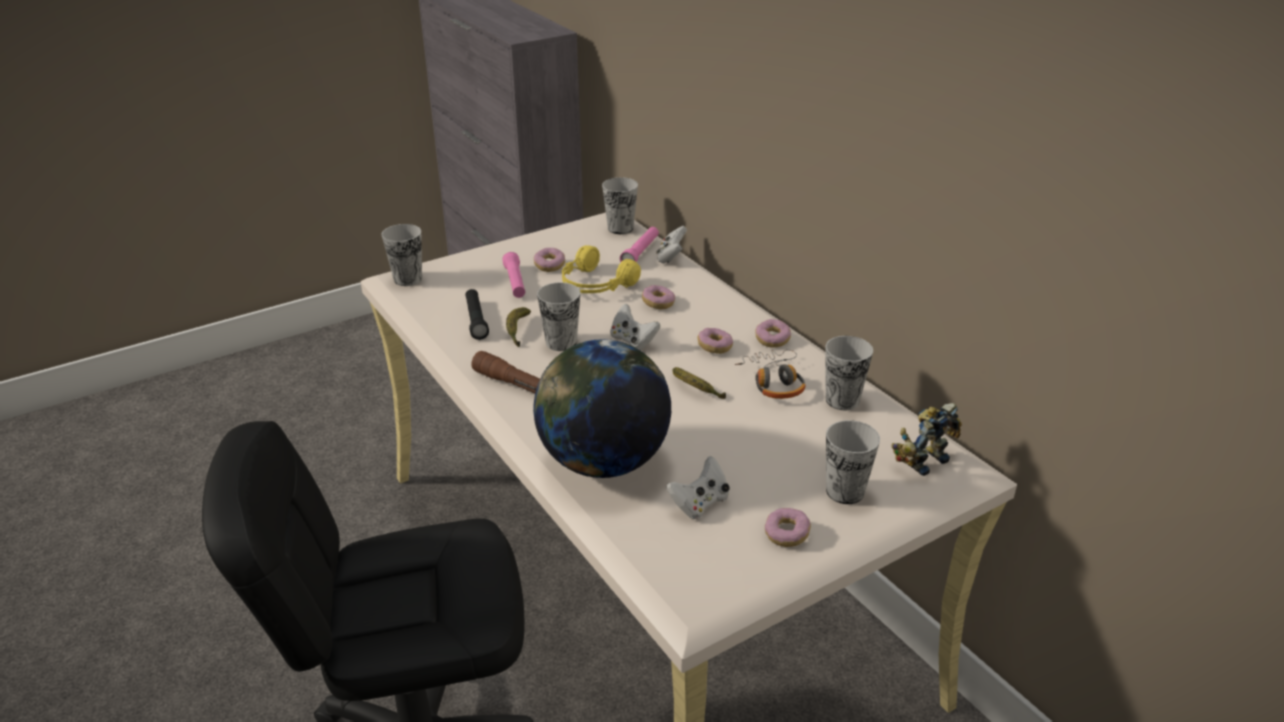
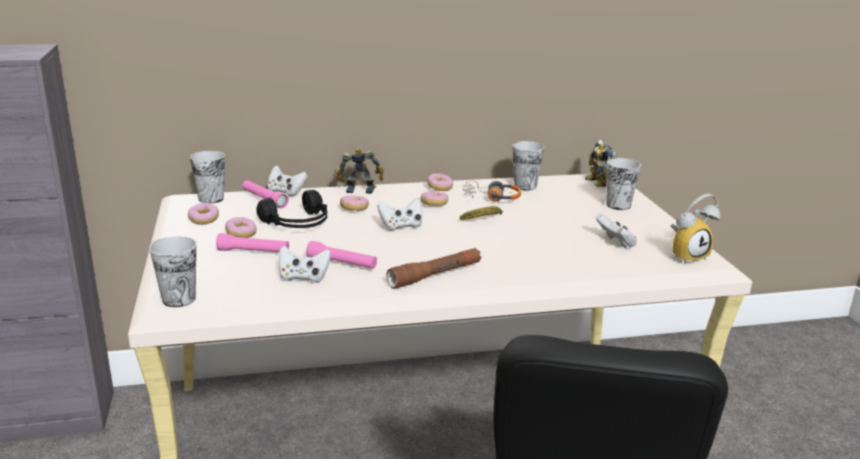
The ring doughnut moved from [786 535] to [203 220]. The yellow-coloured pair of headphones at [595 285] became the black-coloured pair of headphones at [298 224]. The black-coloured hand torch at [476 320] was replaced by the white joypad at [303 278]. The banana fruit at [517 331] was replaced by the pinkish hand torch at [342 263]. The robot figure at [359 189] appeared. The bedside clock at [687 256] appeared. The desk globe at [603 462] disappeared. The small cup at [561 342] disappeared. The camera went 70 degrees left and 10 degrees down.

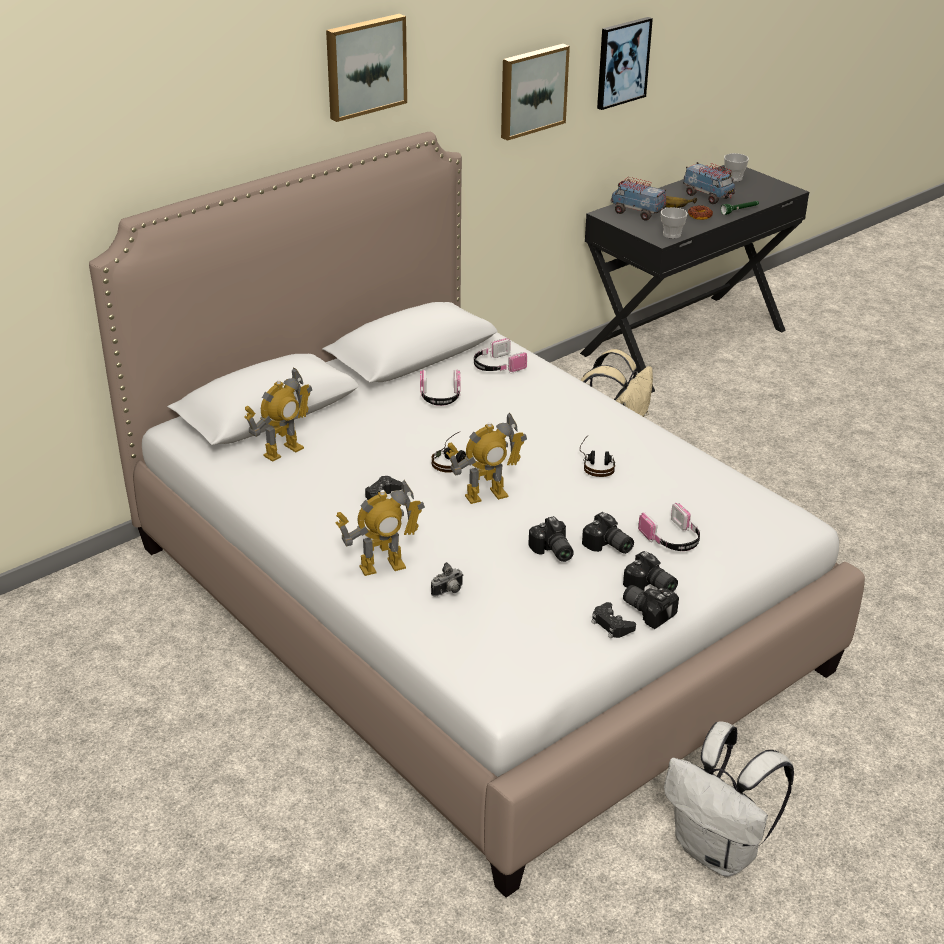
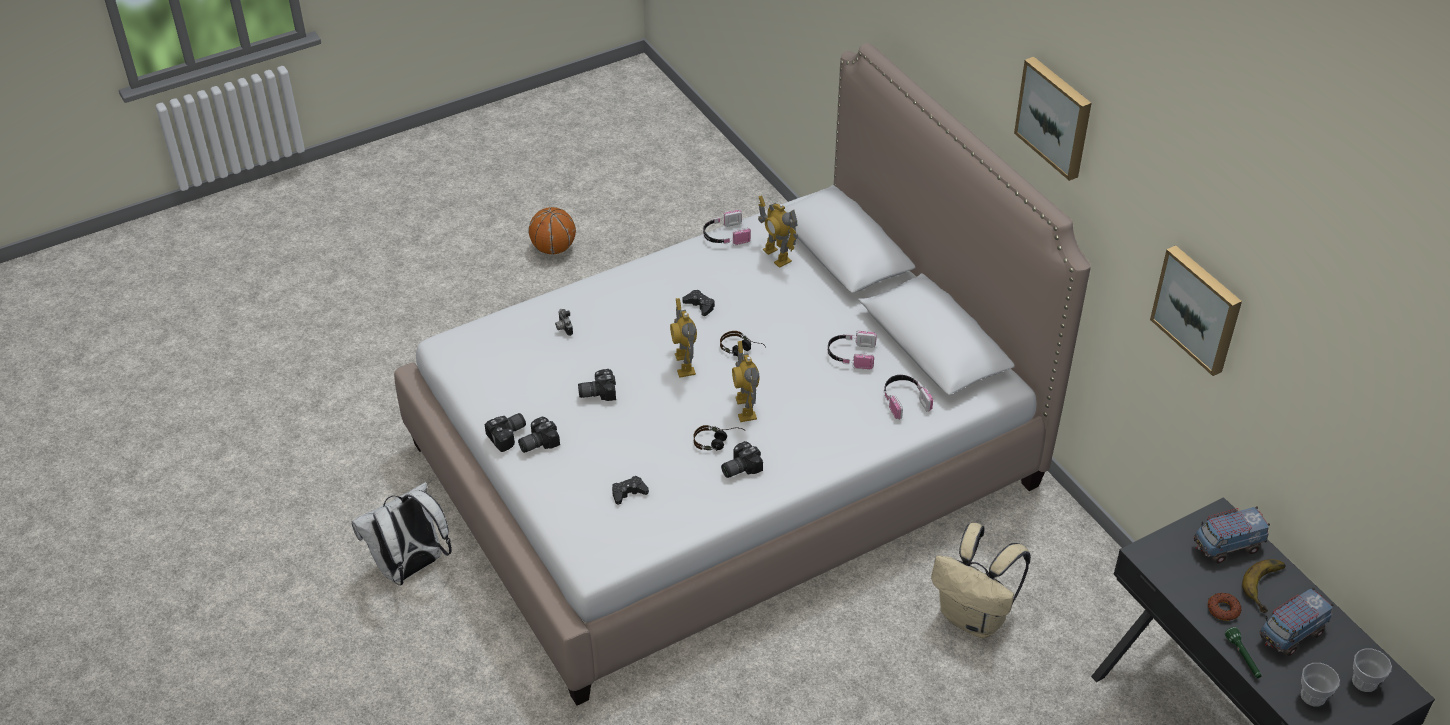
The basketball at [553 248] appeared. The black-coloured joypad moved from [611 625] to [628 493]. The pair of headphones moved from [672 539] to [725 236]. The photo camera moved from [608 546] to [739 467]. The robot figure moved from [382 566] to [745 408]. The model truck at [637 213] turned 150 degrees counterclockwise. The small cup moved from [671 234] to [1313 696]. The wall art at [622 62] disappeared. The camera went 100 degrees right and 10 degrees up.

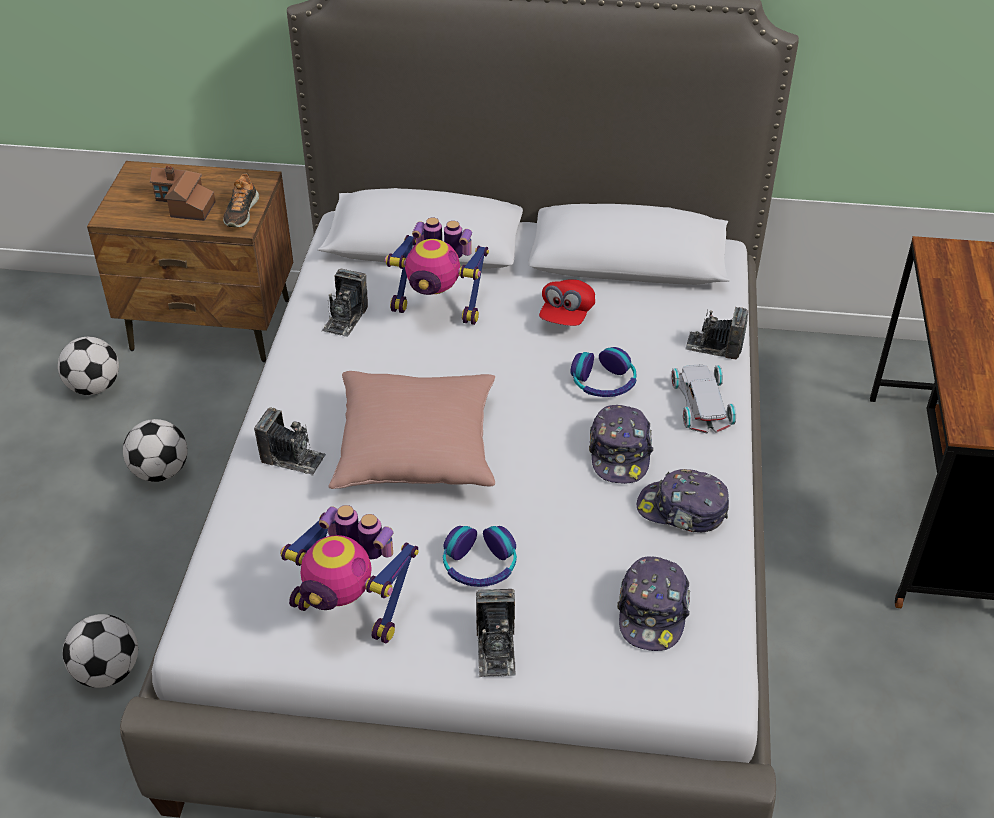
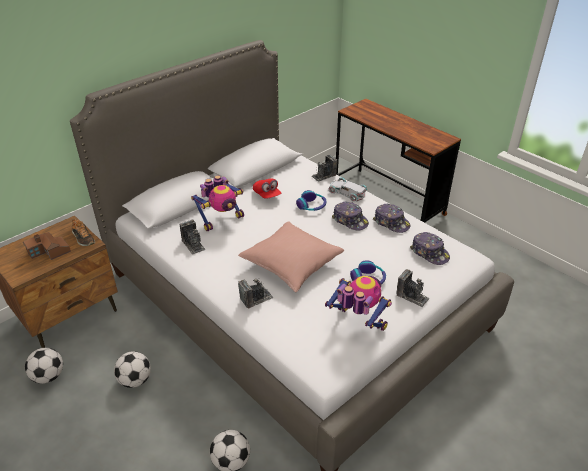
The robot figure at [351 609] turned 120 degrees counterclockwise. The peaked cap at [682 510] turned 105 degrees counterclockwise. The camera went 50 degrees left and 5 degrees down.

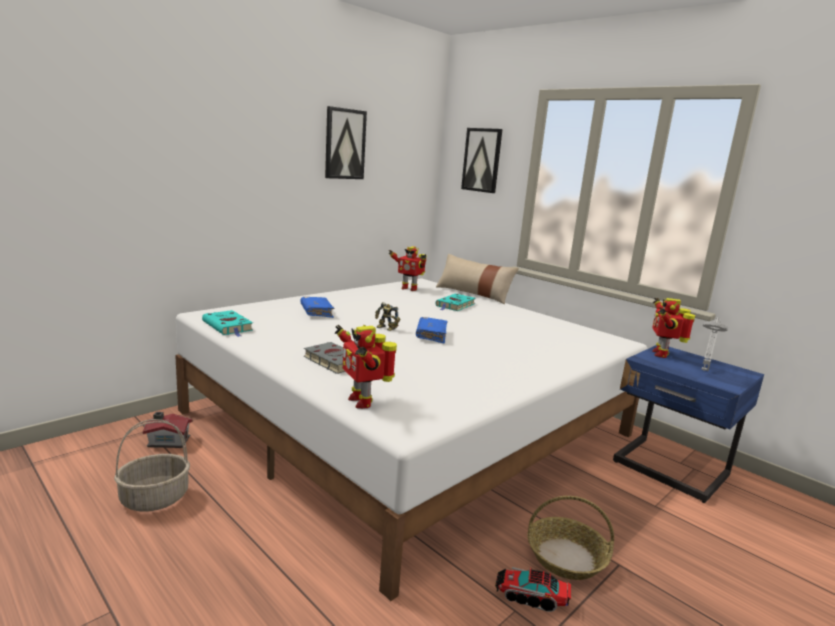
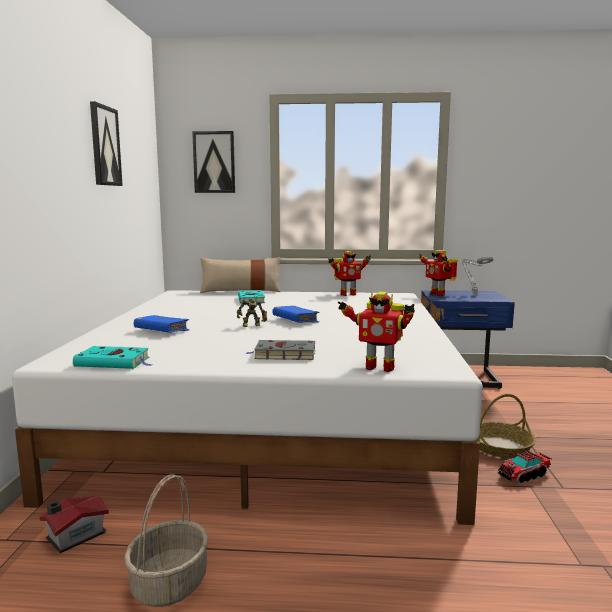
The robot figure moved from [409 288] to [347 294]. The camera went 40 degrees left and 5 degrees down.

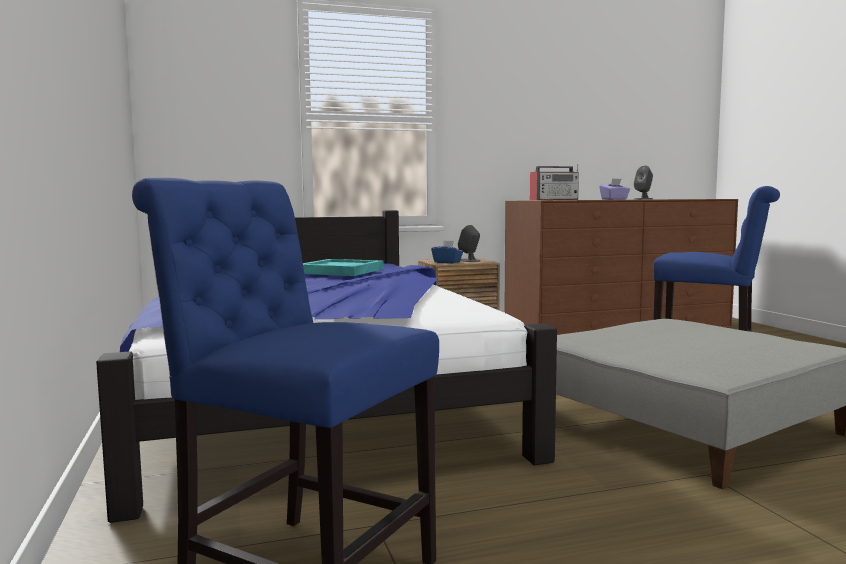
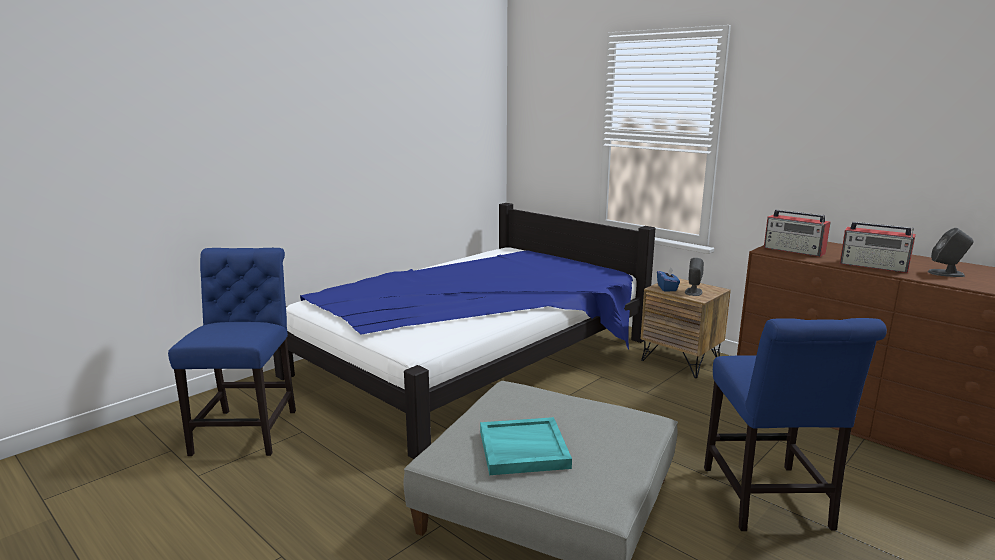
The turquoise-coloured carrying tray moved from [341 271] to [522 449]. The purplish tissue holder at [614 199] was replaced by the radio set at [874 266]. The camera went 60 degrees right and 10 degrees up.

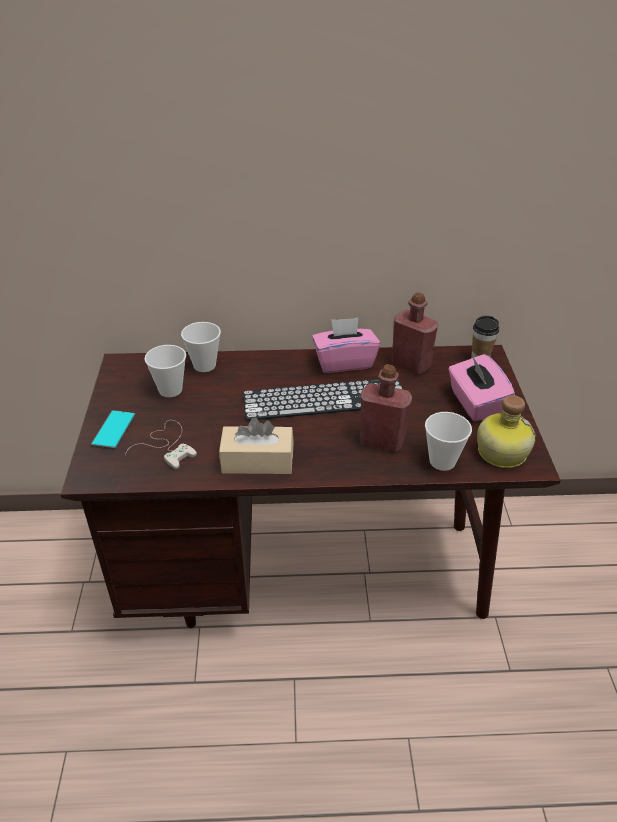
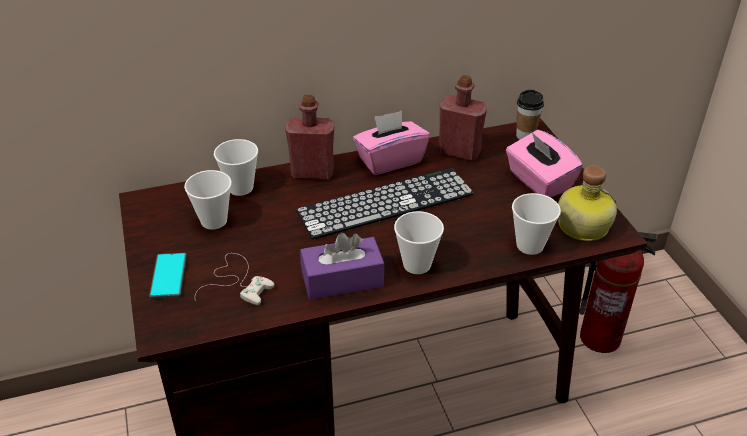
The reddish bottle moved from [382 441] to [312 173]. The beige tissue holder at [257 461] became the purplish tissue holder at [342 280]. The small cup at [417 264] appeared. The extinguisher at [600 337] appeared. The camera went 15 degrees left and 0 degrees up.

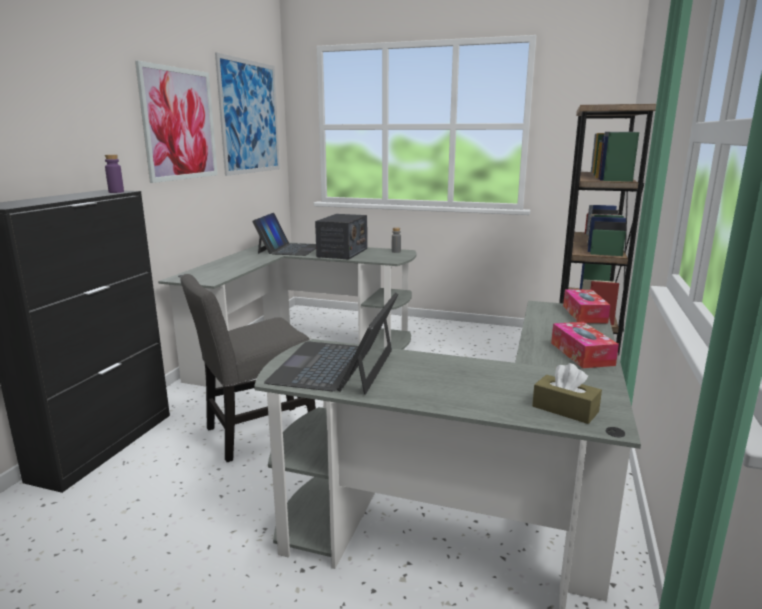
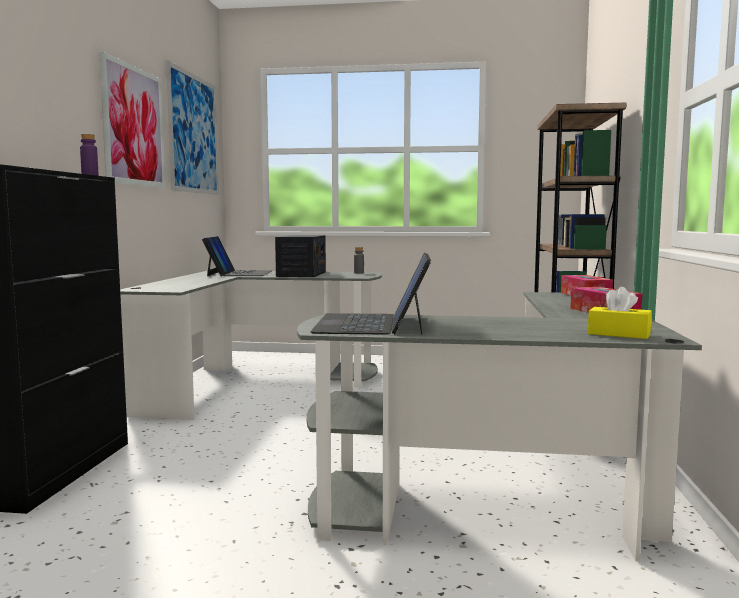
The brownish tissue holder at [565 409] became the yellow-coloured tissue holder at [619 334]. The gray upright chair at [255 433] disappeared. The camera went 10 degrees left and 10 degrees down.

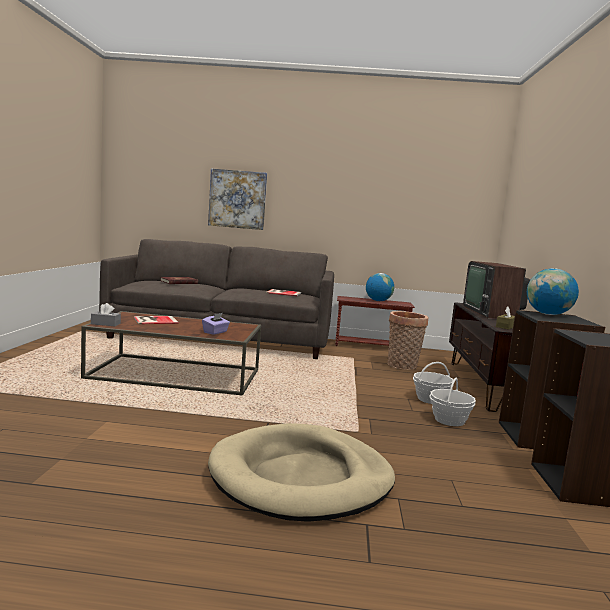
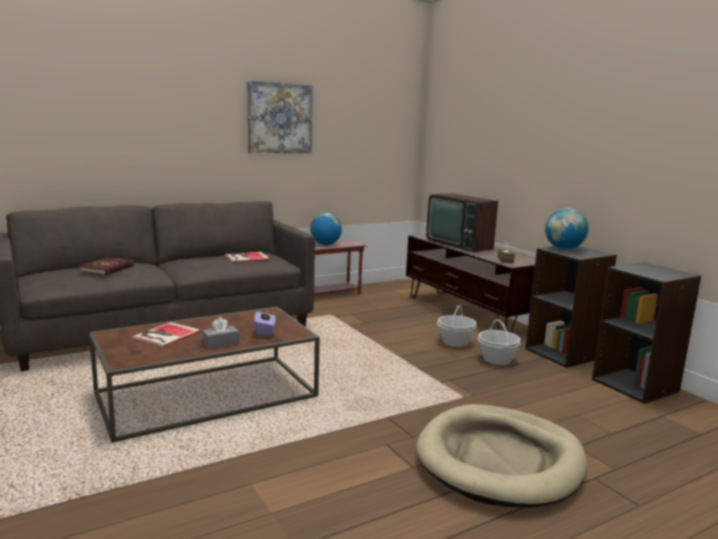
The gray tissue holder moved from [105 324] to [221 343]. The wall art moved from [237 199] to [279 118]. The basket at [403 366] disappeared. The camera went 35 degrees left and 5 degrees up.

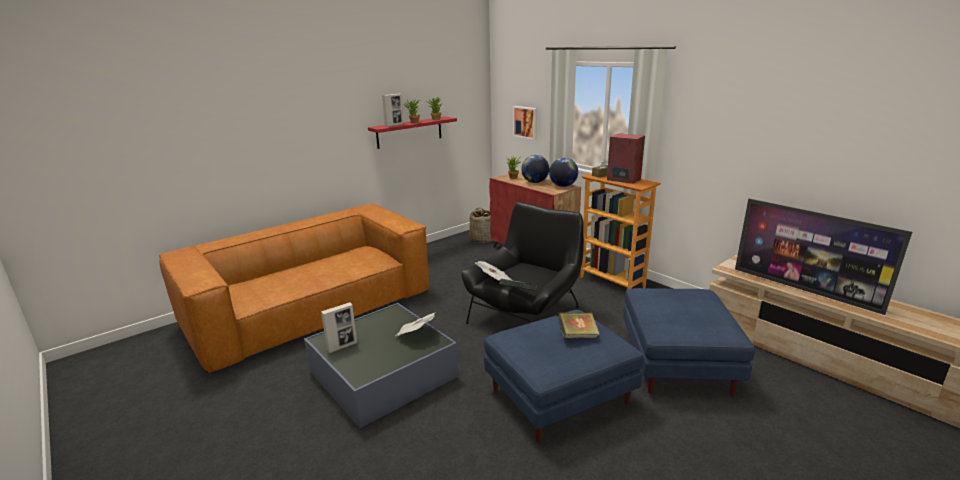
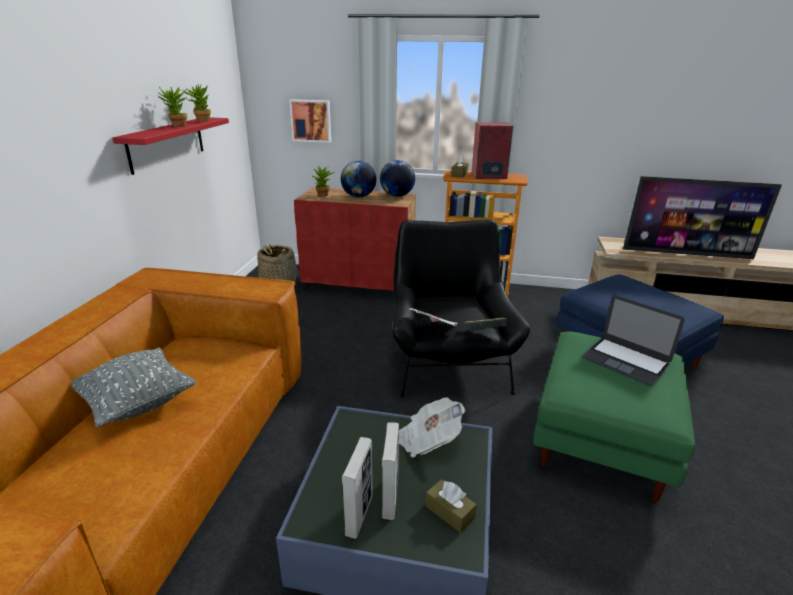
The gray pillow at [138 403] appeared. The photo frame moved from [394 125] to [390 498]. The brownish tissue holder at [449 512] appeared. The blue ottoman at [558 397] became the greenish ottoman at [602 439]. The bound book at [577 336] was replaced by the laptop at [625 360]. The camera went 40 degrees left and 5 degrees up.

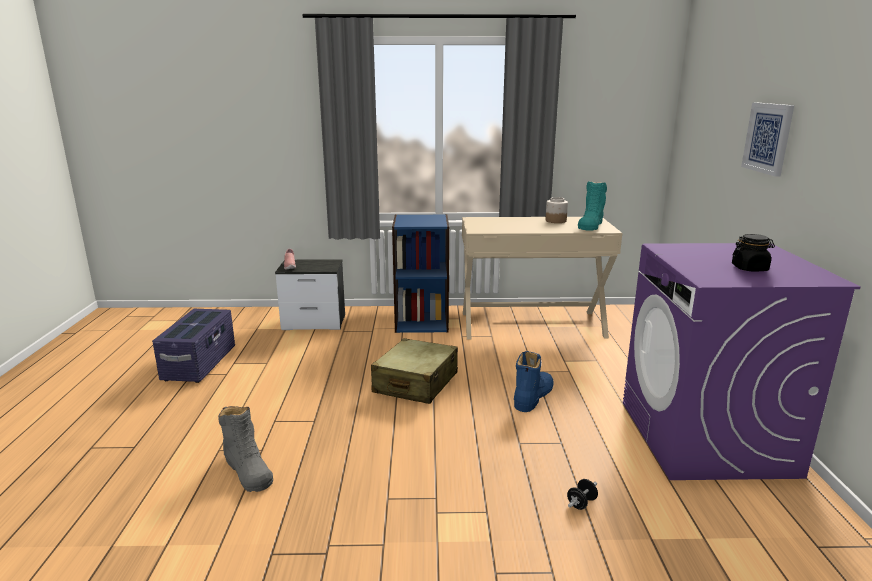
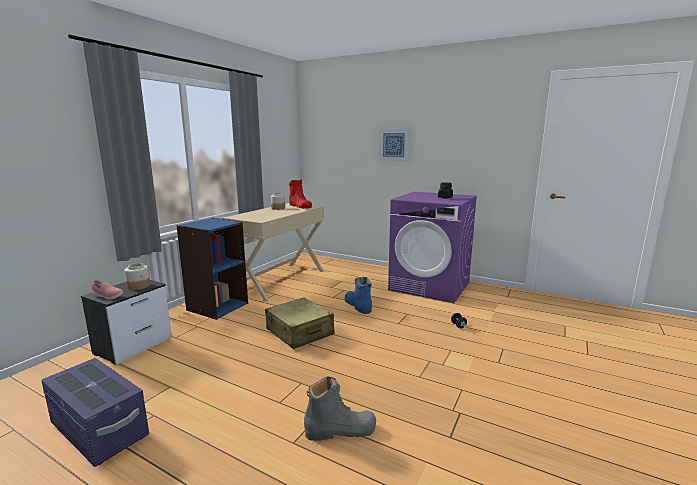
The jar at [139 286] appeared. The turquoise-coloured boot at [590 225] became the reddish boot at [300 206]. The camera went 60 degrees left and 5 degrees down.

